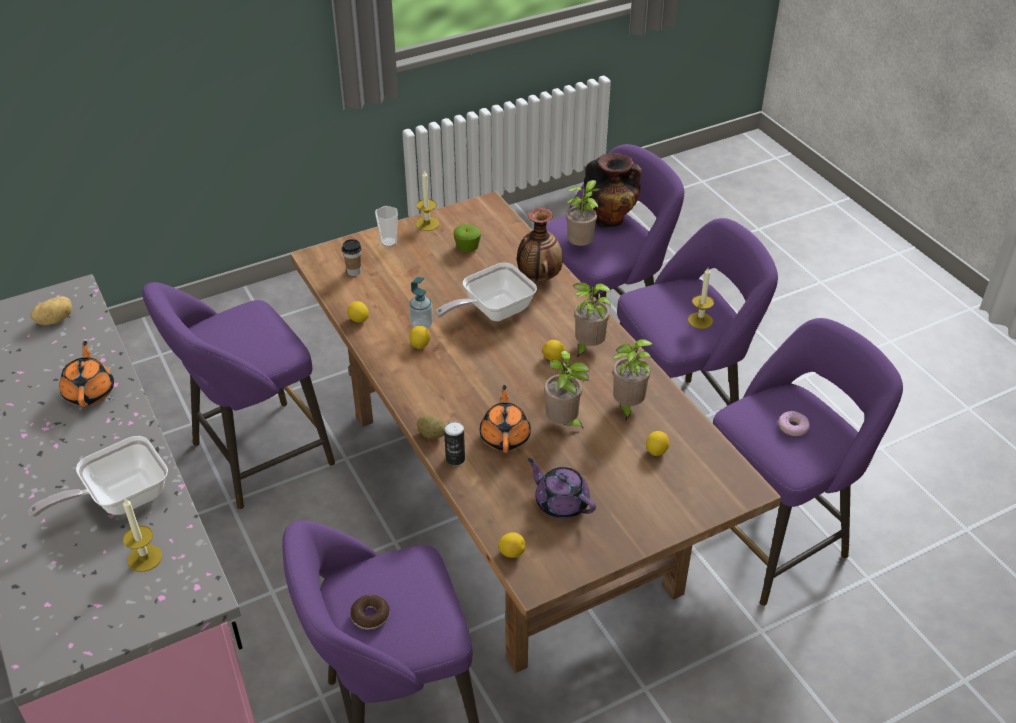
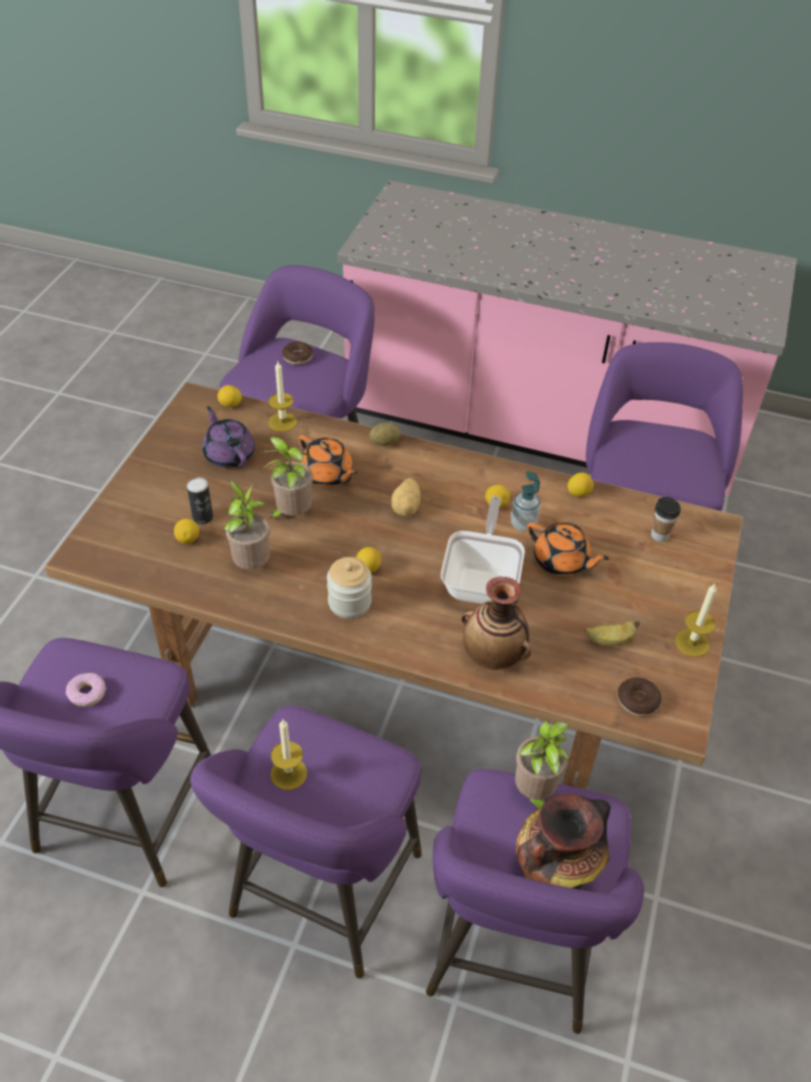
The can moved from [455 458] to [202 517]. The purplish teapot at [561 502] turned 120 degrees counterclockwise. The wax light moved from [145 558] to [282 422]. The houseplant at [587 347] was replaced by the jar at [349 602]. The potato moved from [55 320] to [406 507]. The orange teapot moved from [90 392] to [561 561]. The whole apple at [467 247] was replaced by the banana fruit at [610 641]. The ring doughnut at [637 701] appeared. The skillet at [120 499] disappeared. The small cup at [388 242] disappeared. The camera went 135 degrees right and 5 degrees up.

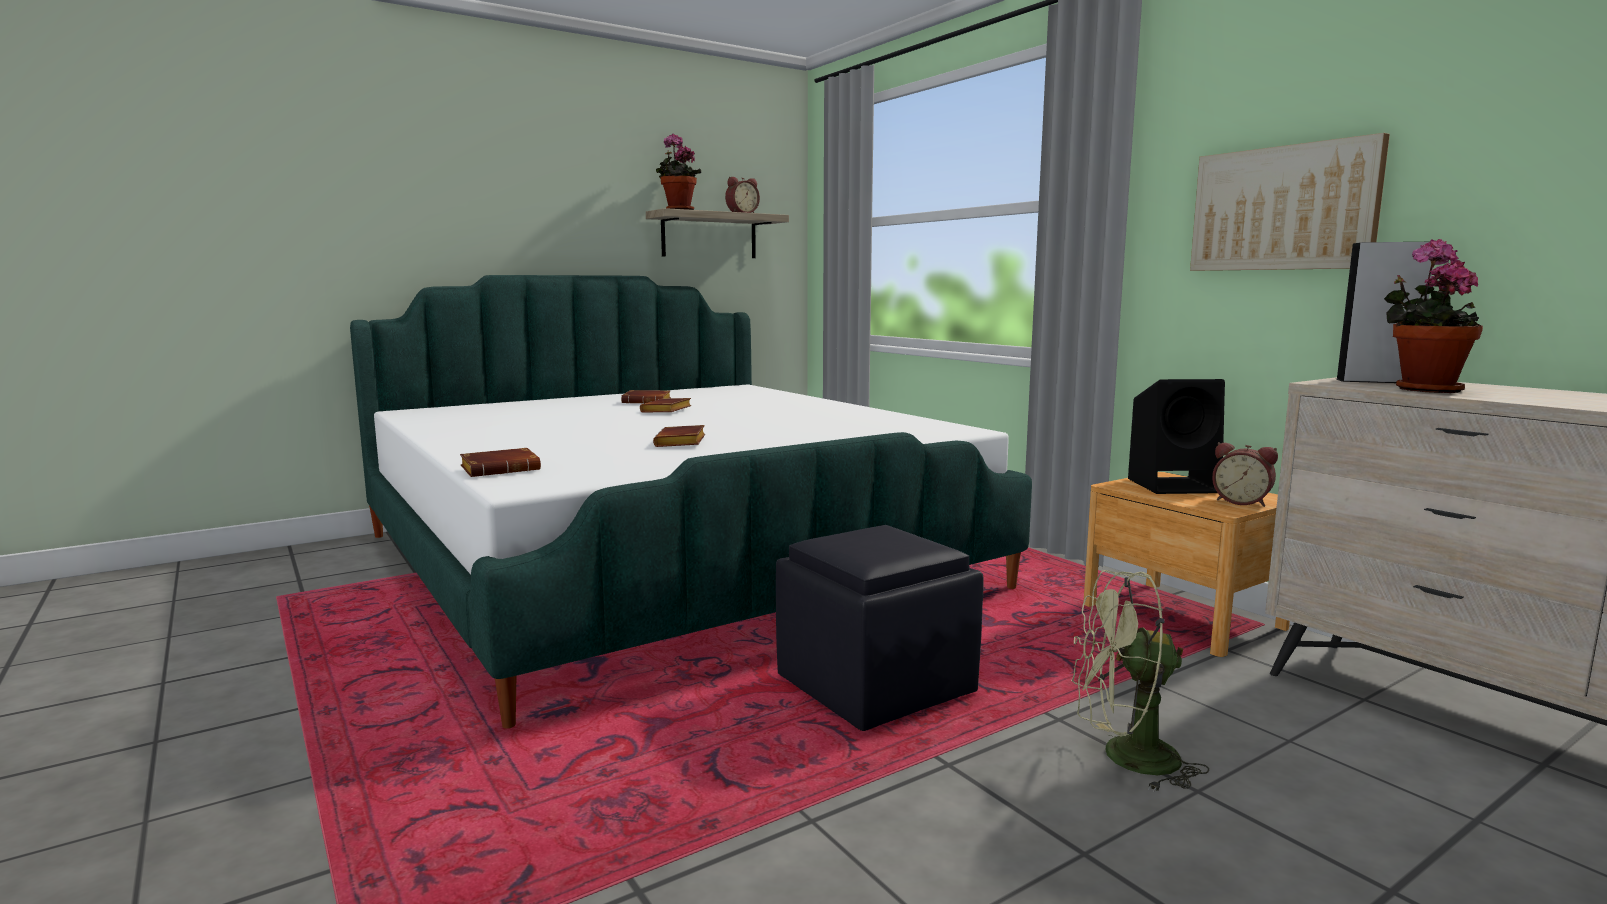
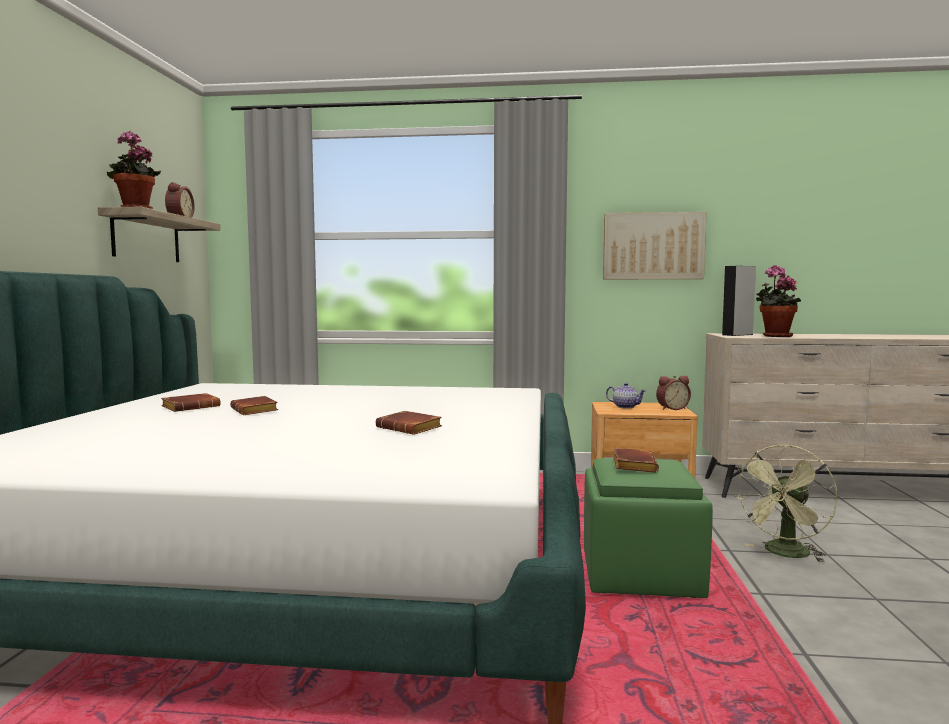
The black-coloured ottoman at [875 686] became the greenish ottoman at [639 574]. The black-coloured speaker at [1175 485] was replaced by the teapot at [625 407]. The brownish bound book moved from [502 469] to [632 465]. The camera went 50 degrees left and 5 degrees down.

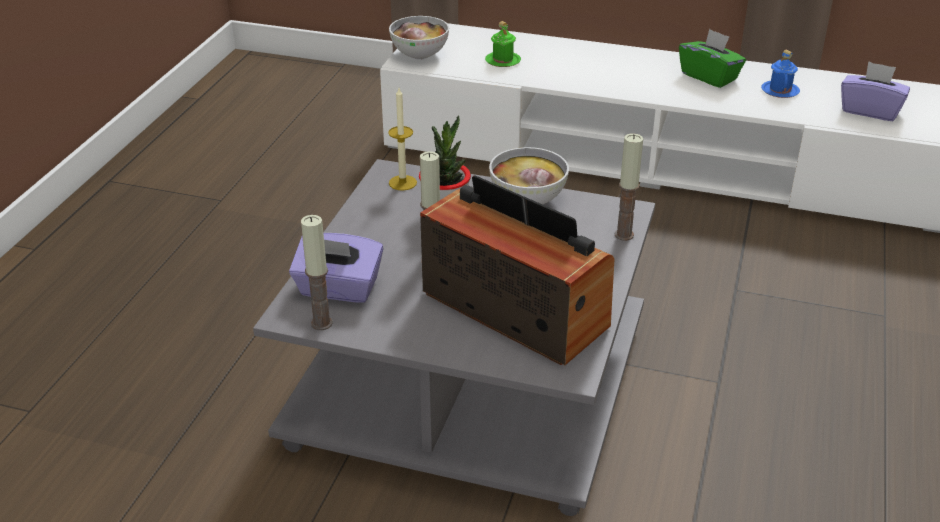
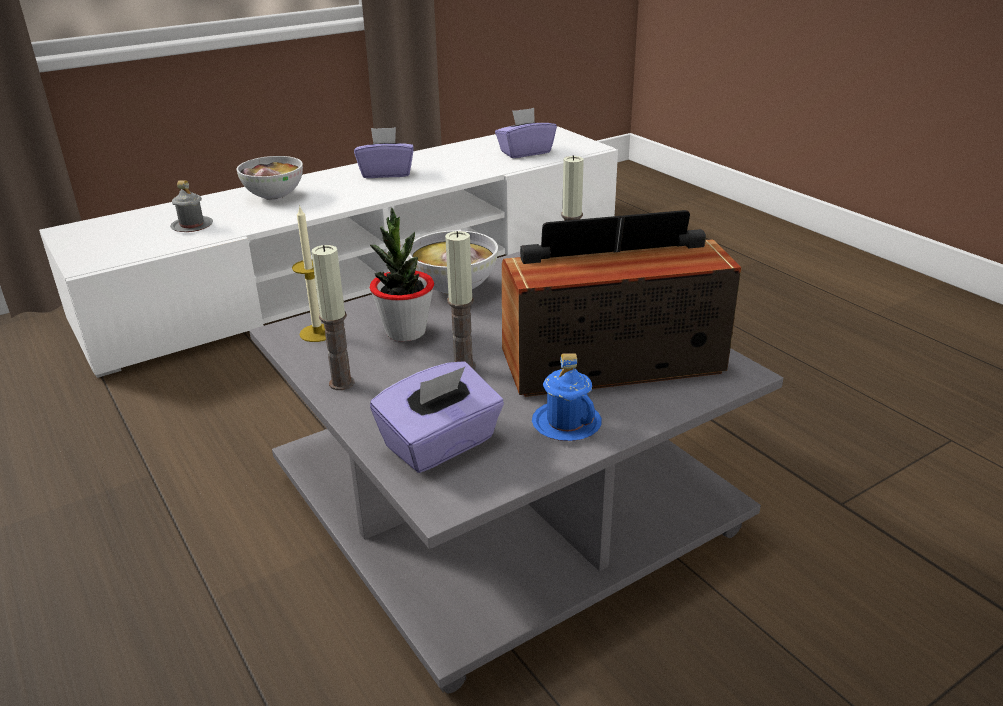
The greenish mug at [503 61] became the gray mug at [192 226]. The serving bowl moved from [420 55] to [274 196]. The wax light moved from [321 323] to [342 383]. The greenish tissue holder at [709 76] became the purplish tissue holder at [386 173]. The blue mug moved from [780 91] to [566 424]. The camera went 50 degrees left and 5 degrees down.

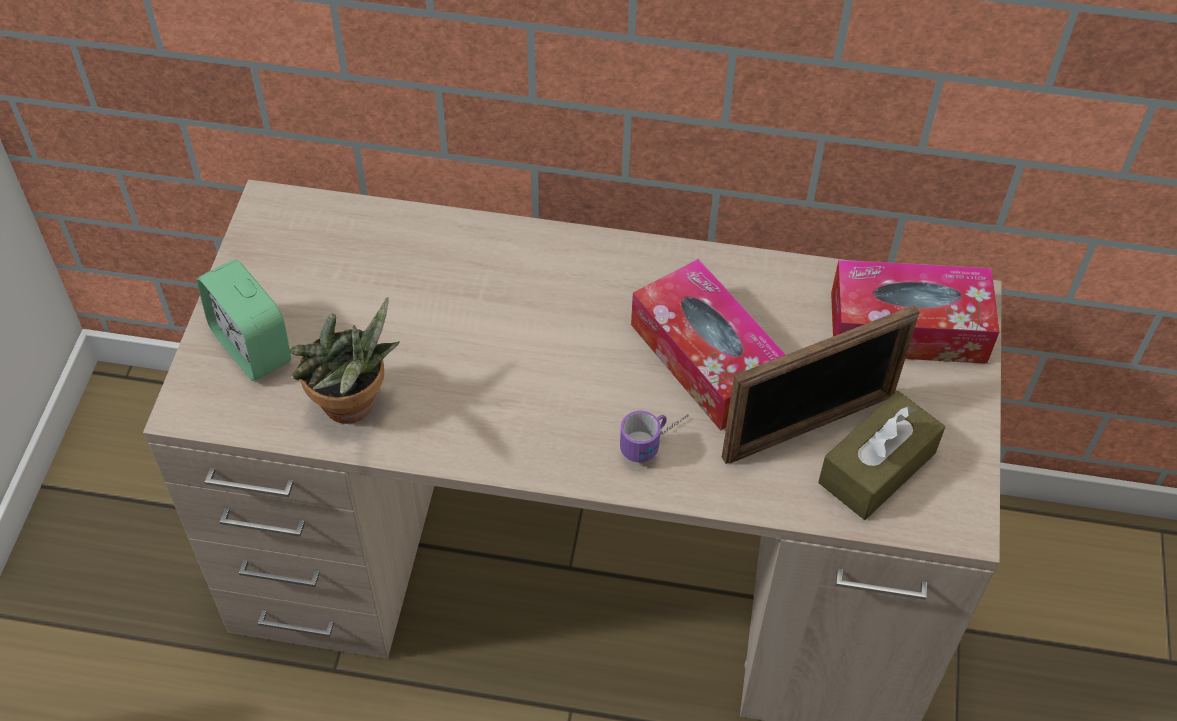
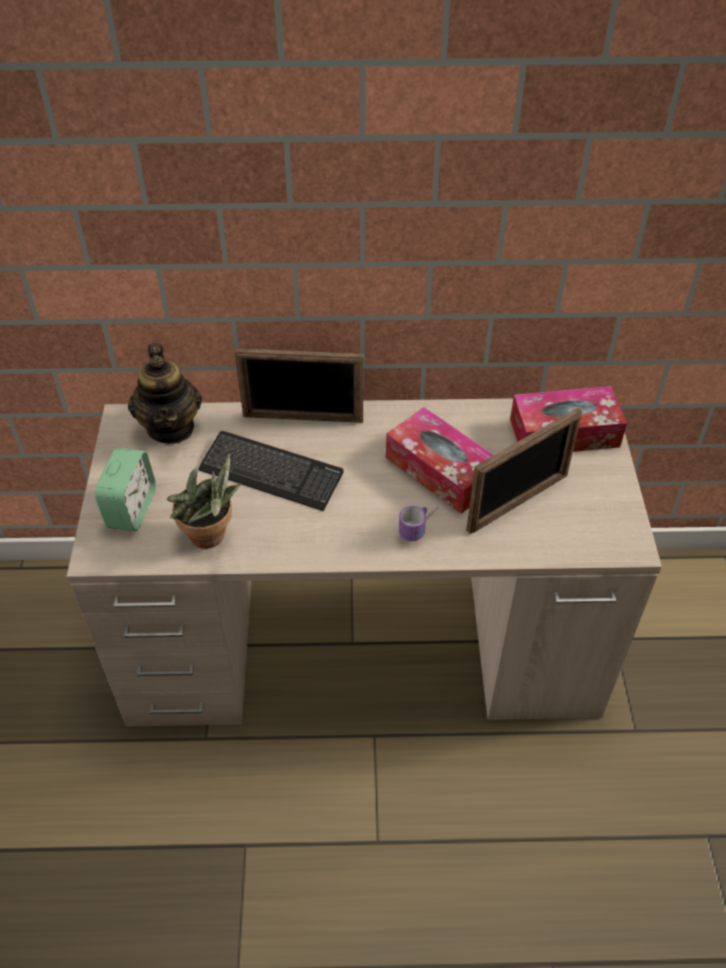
The bedside clock at [252 346] turned 120 degrees counterclockwise. The teapot at [171 427] appeared. The computer keyboard at [271 473] appeared. The photo frame at [303 418] appeared. The brownish tissue holder at [877 468] disappeared. The camera went 10 degrees left and 5 degrees down.

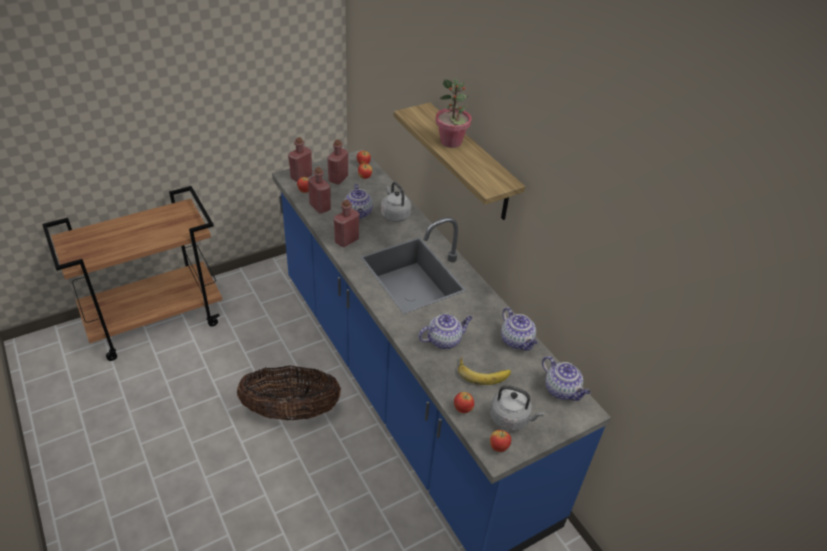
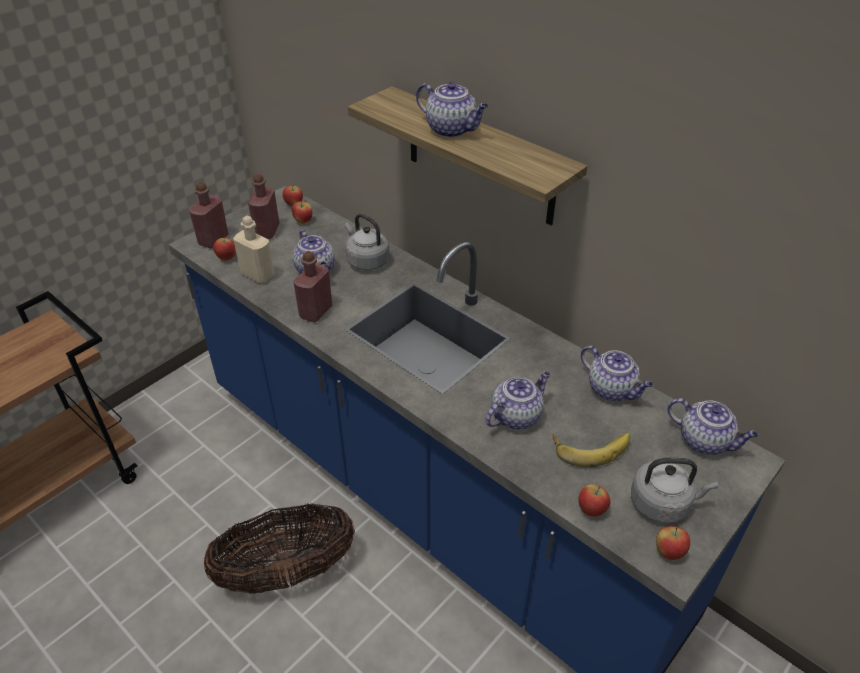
The reddish bottle at [320 207] became the beige bottle at [258 275]. The houseplant at [451 142] was replaced by the teapot at [452 130]. The camera went 15 degrees left and 0 degrees up.

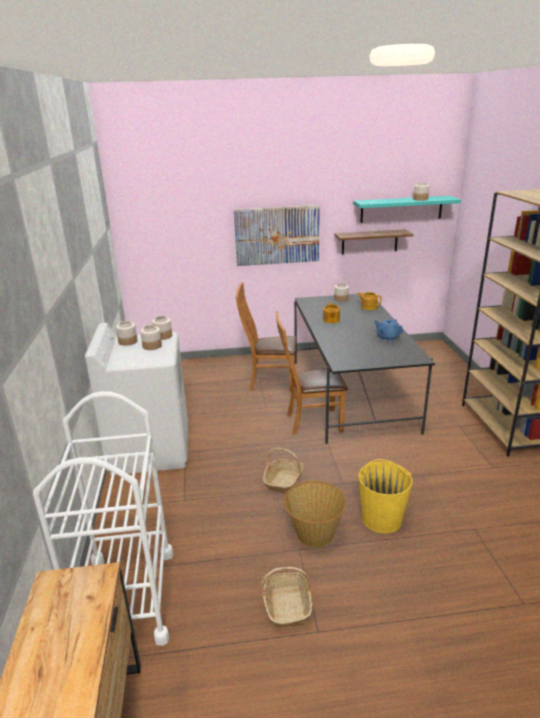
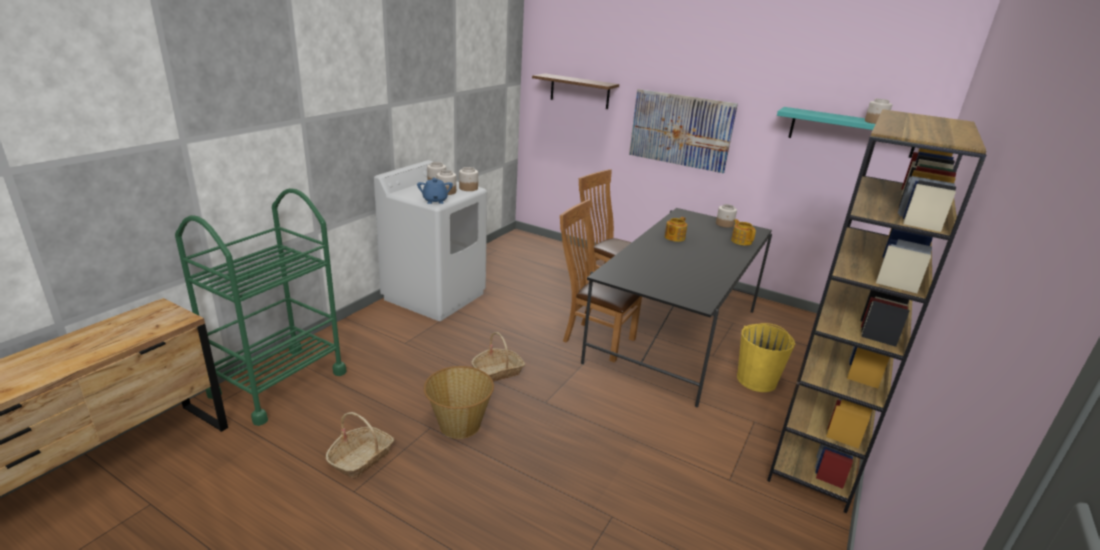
The white cart at [127 598] became the greenish cart at [279 383]. The blue teapot moved from [387 338] to [435 201]. The wall shelf moved from [369 242] to [579 91]. The yellow-coloured pail moved from [381 518] to [756 380]. The camera went 35 degrees right and 0 degrees up.

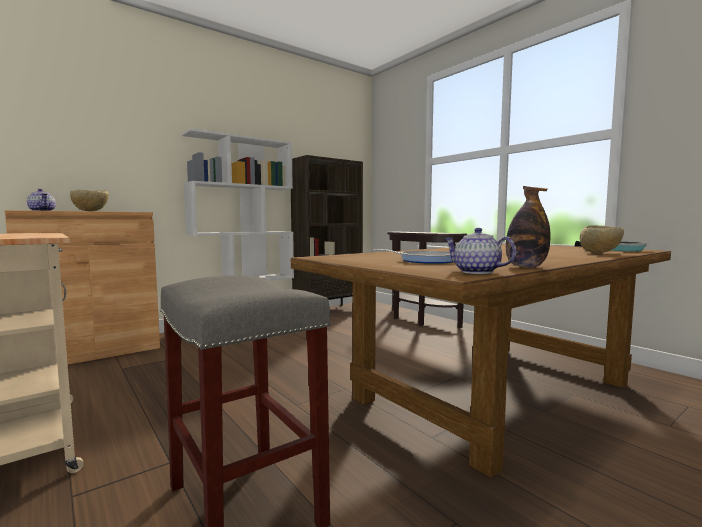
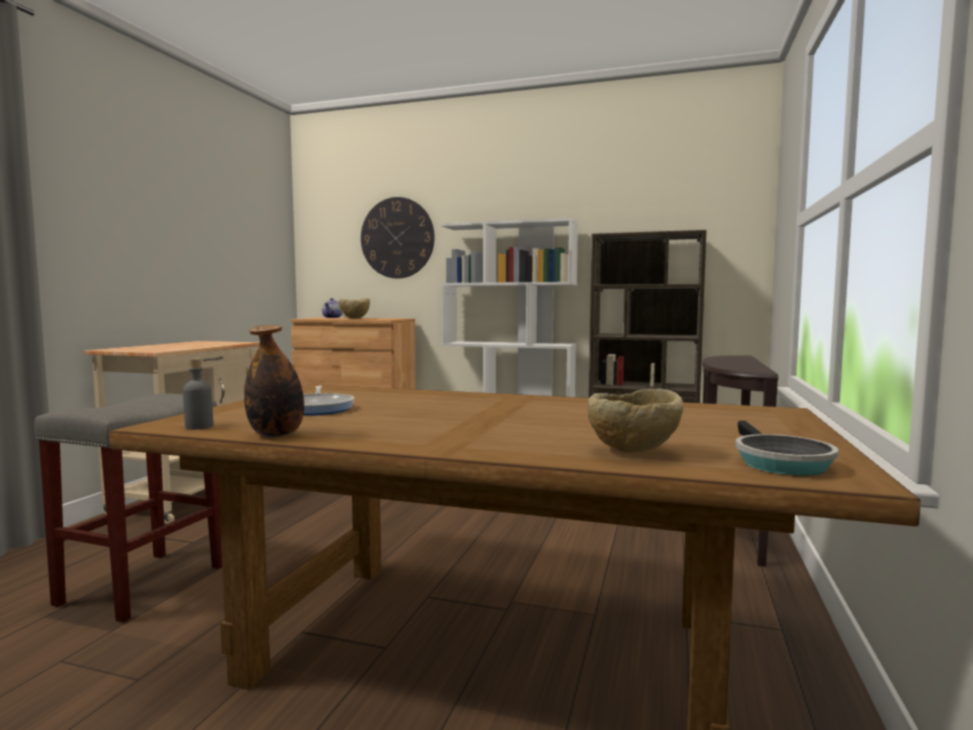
The teapot at [476 272] was replaced by the gray bottle at [199 427]. The hanging clock at [397 238] appeared. The camera went 55 degrees right and 0 degrees up.

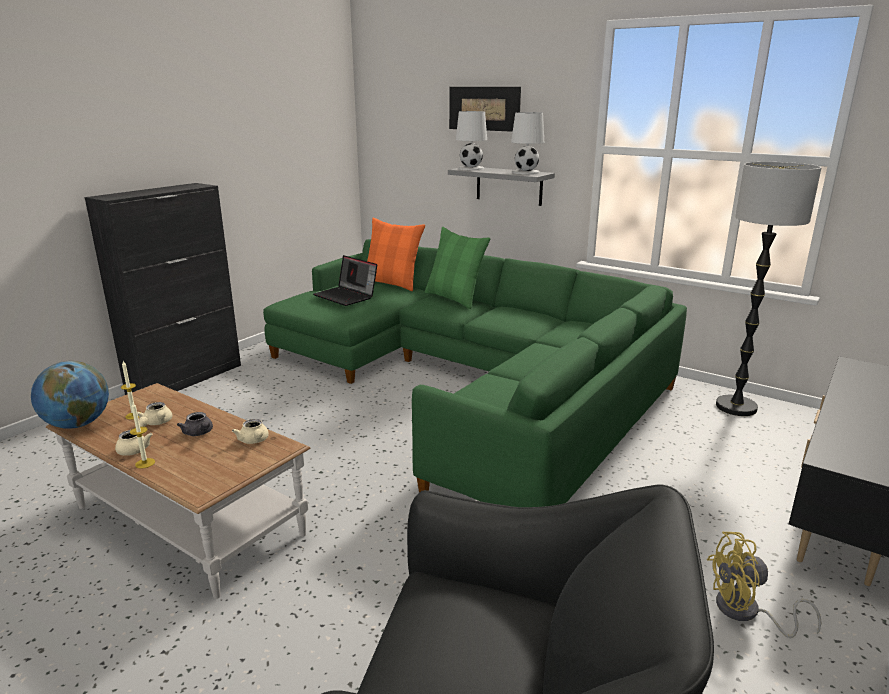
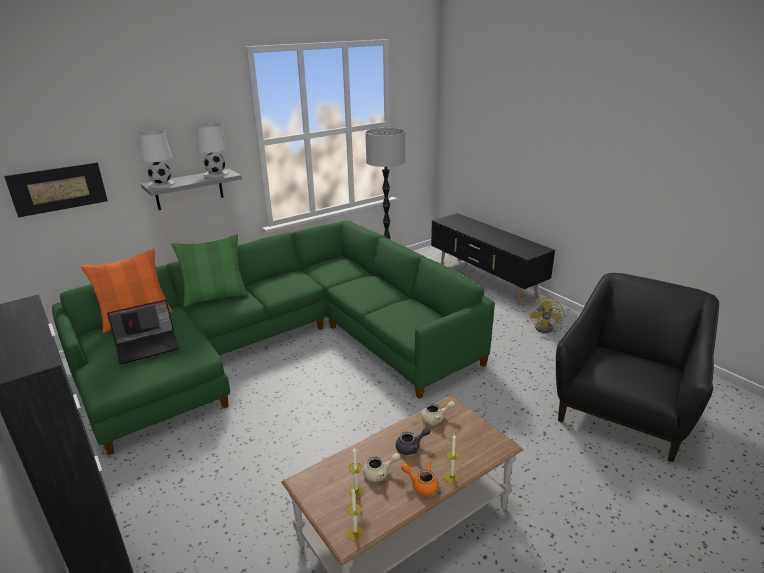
The wall art moved from [484 108] to [58 189]. The desk globe at [77 424] was replaced by the wax light at [355 533]. The beige teapot at [136 447] became the orange teapot at [421 485]. The camera went 70 degrees left and 5 degrees up.

